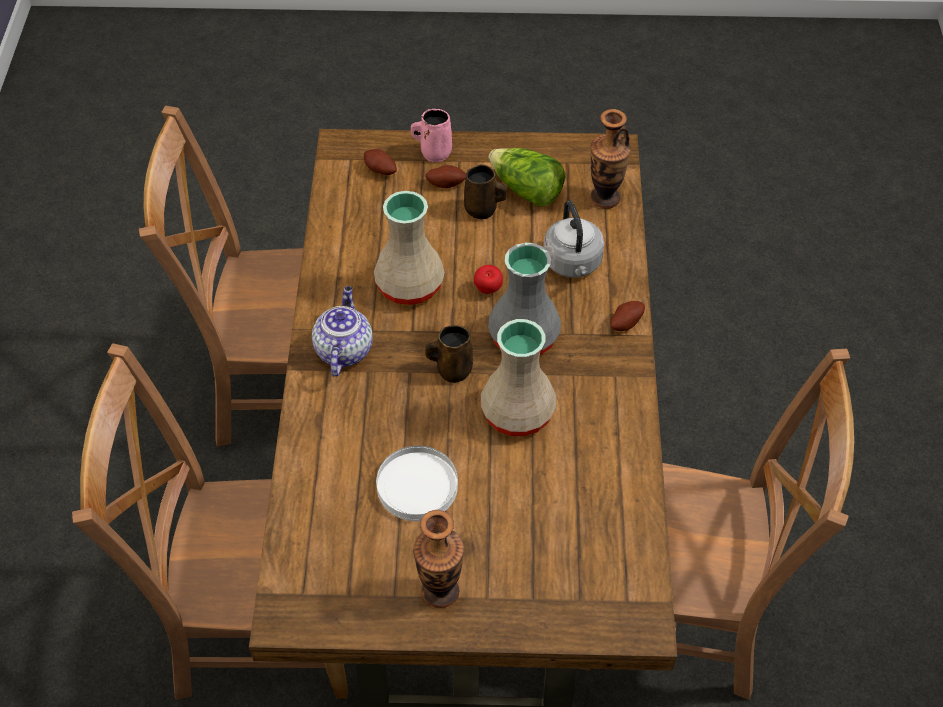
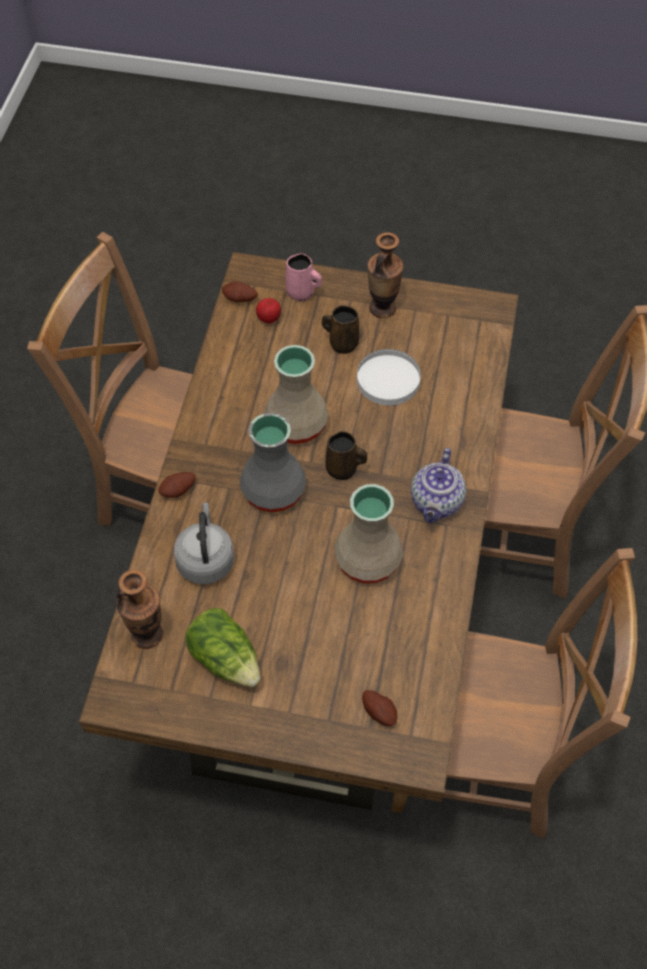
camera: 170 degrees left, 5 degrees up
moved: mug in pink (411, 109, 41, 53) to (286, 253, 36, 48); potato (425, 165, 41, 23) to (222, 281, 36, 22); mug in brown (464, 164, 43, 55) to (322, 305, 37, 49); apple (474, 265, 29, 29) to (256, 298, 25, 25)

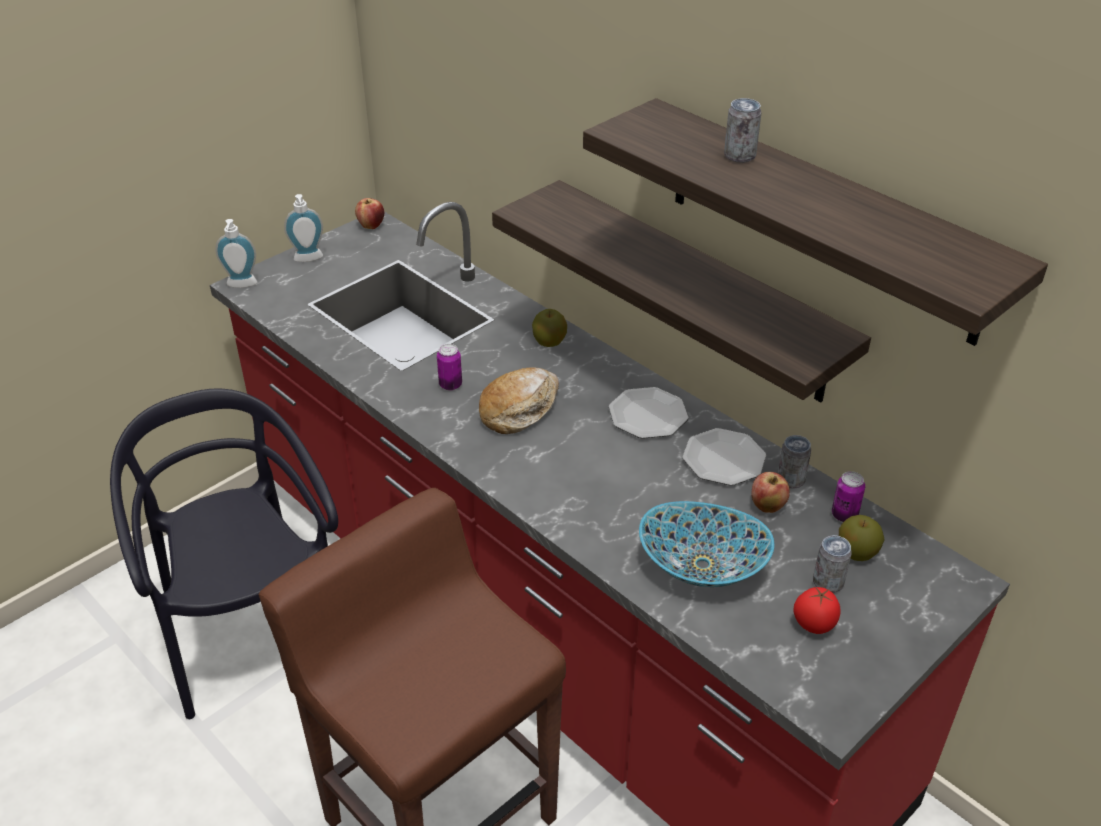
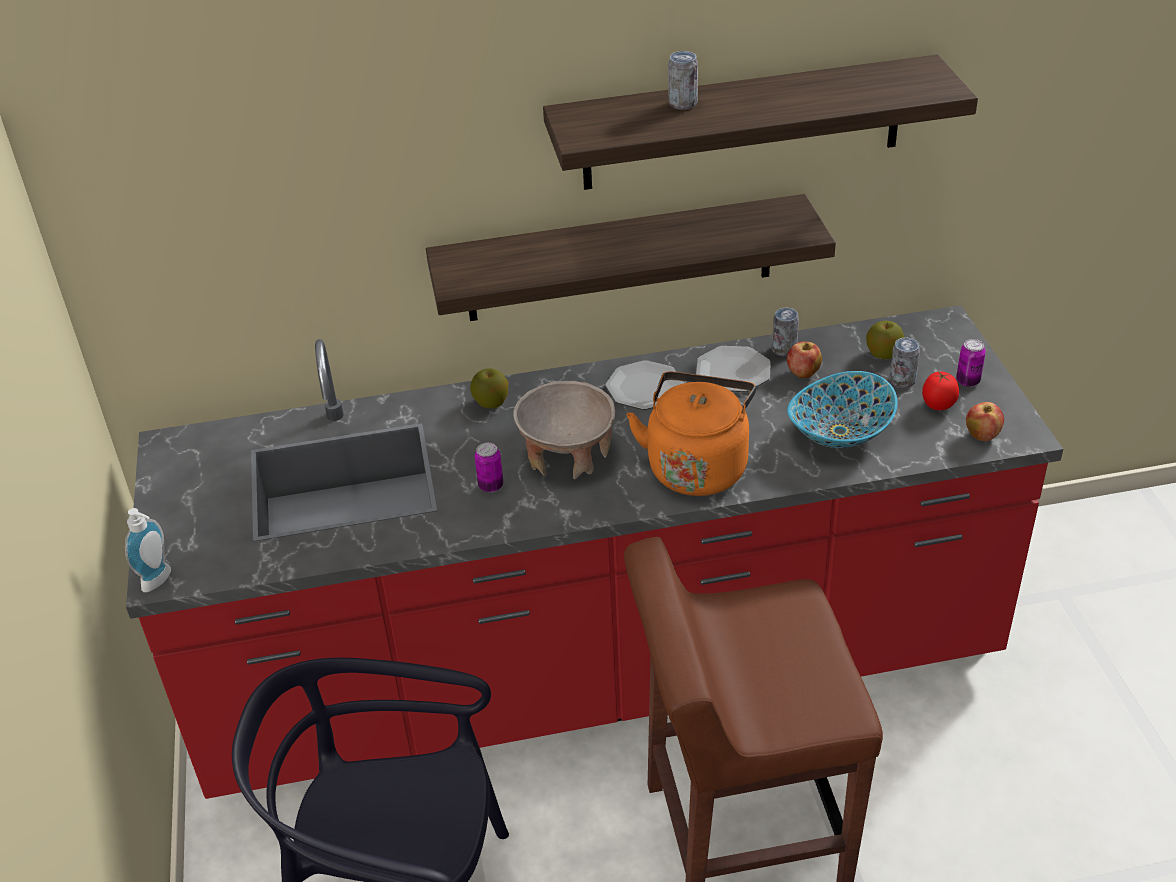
camera: 55 degrees left, 0 degrees up
removed: soap dispenser (284, 194, 39, 68)
added: kettle in orange (627, 372, 129, 124)
moved: apple (355, 198, 29, 31) to (966, 402, 38, 39); can (832, 471, 33, 51) to (956, 339, 30, 48)
replaced: bread (479, 367, 80, 67) to bowl in beige (513, 381, 102, 99)

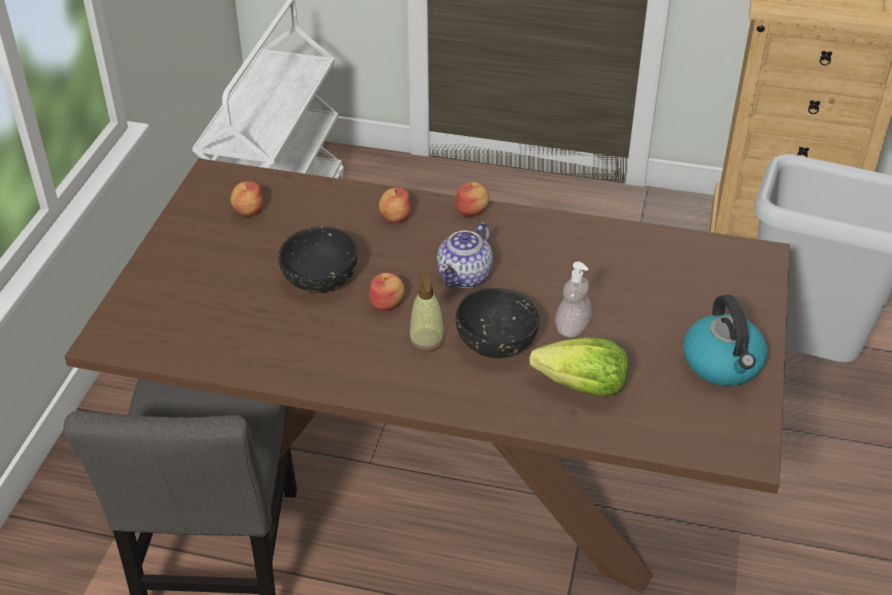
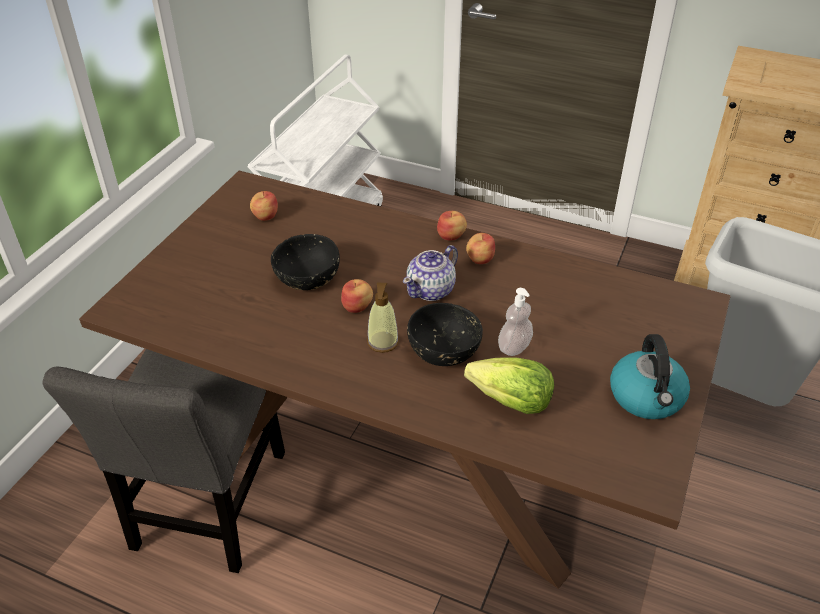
camera: 10 degrees right, 0 degrees up
moved: apple (379, 188, 32, 35) to (466, 233, 29, 31)

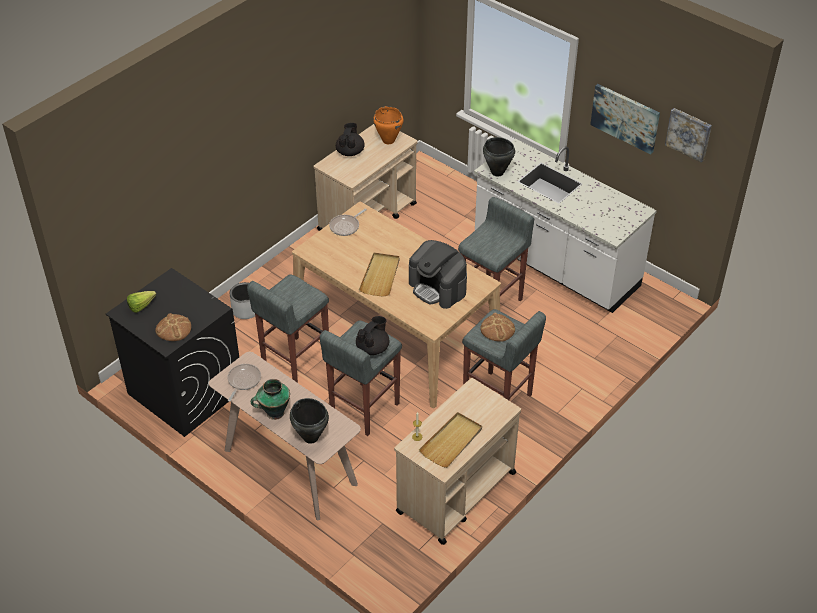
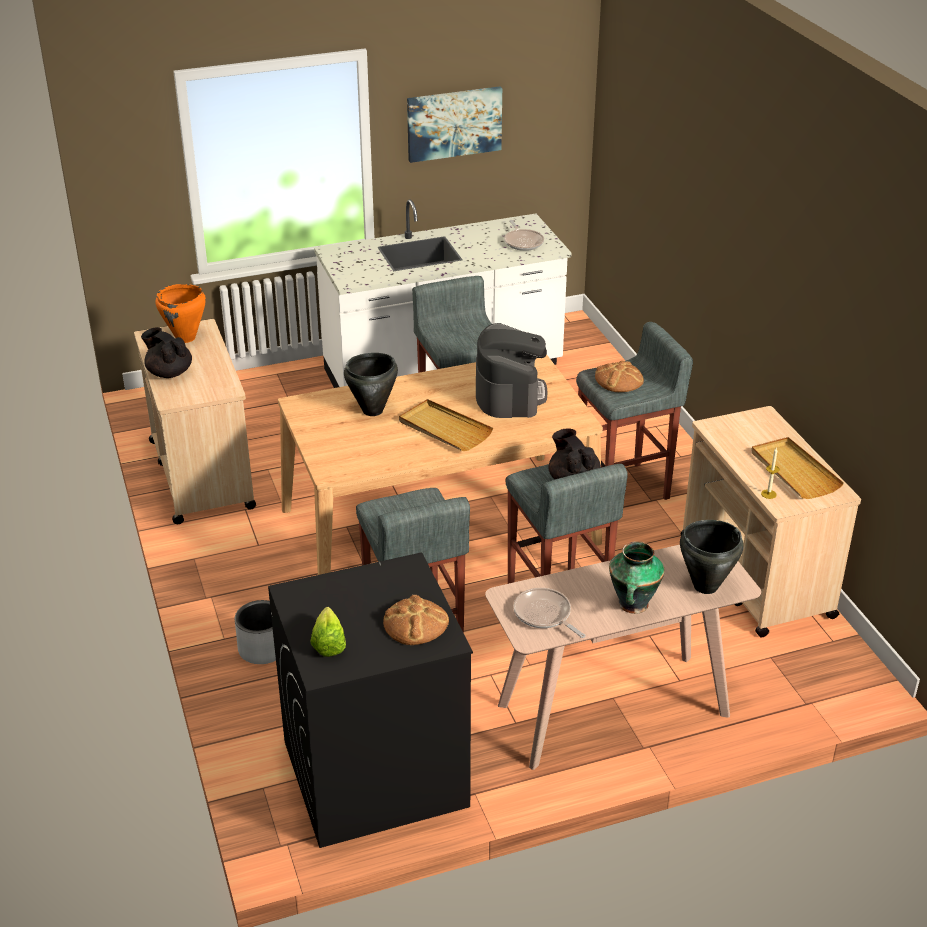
camera: 60 degrees left, 10 degrees down
removed: picture (665, 108, 47, 55)
moved: frying pan (329, 209, 38, 27) to (504, 220, 40, 31); cooking pot in black (483, 137, 32, 39) to (344, 353, 54, 63)
turned: coffee machine (409, 240, 58, 69) = (476, 323, 71, 95) 75 degrees counterclockwise

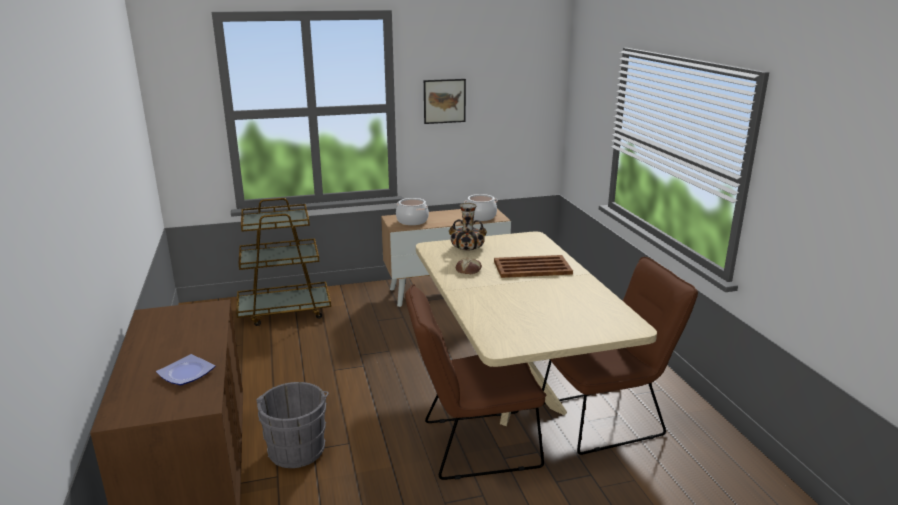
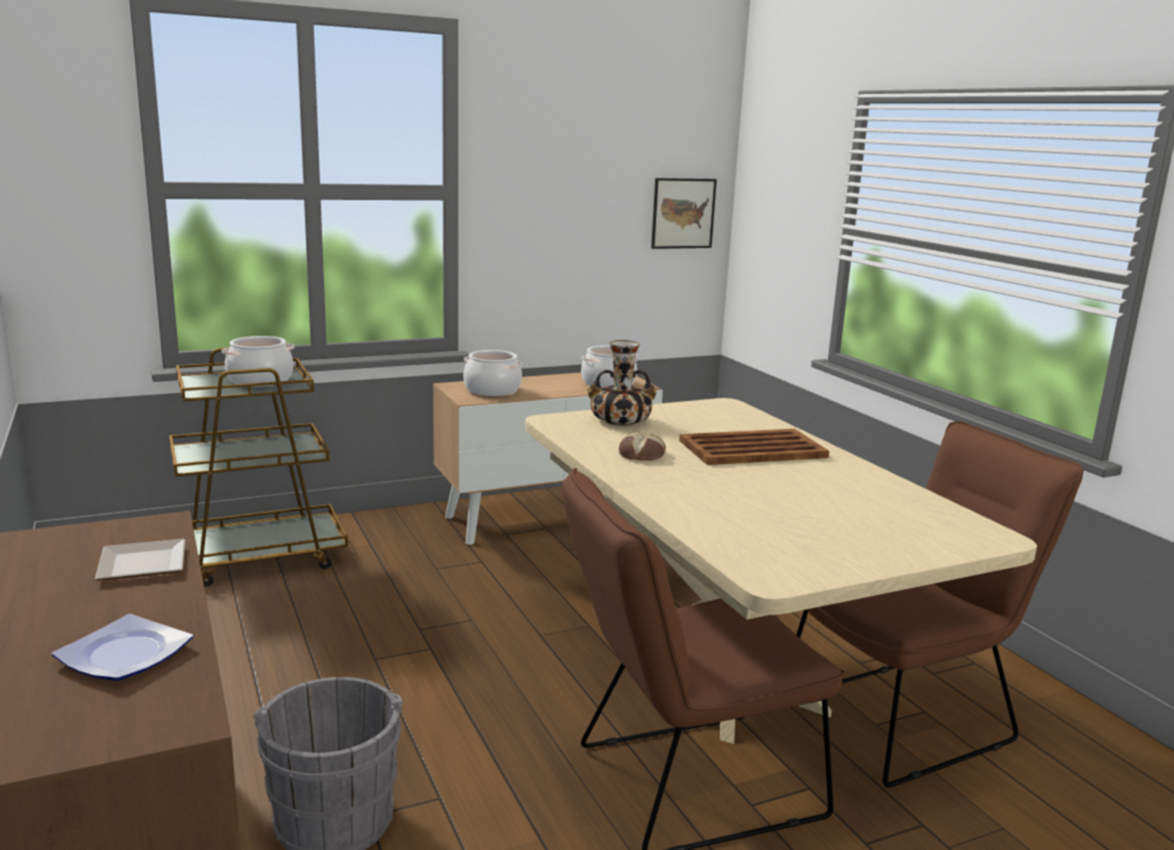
camera: 10 degrees left, 5 degrees down
added: plate (95, 539, 90, 41); cooking pot (222, 336, 72, 51)
moved: picture (424, 79, 42, 45) to (651, 178, 66, 71)

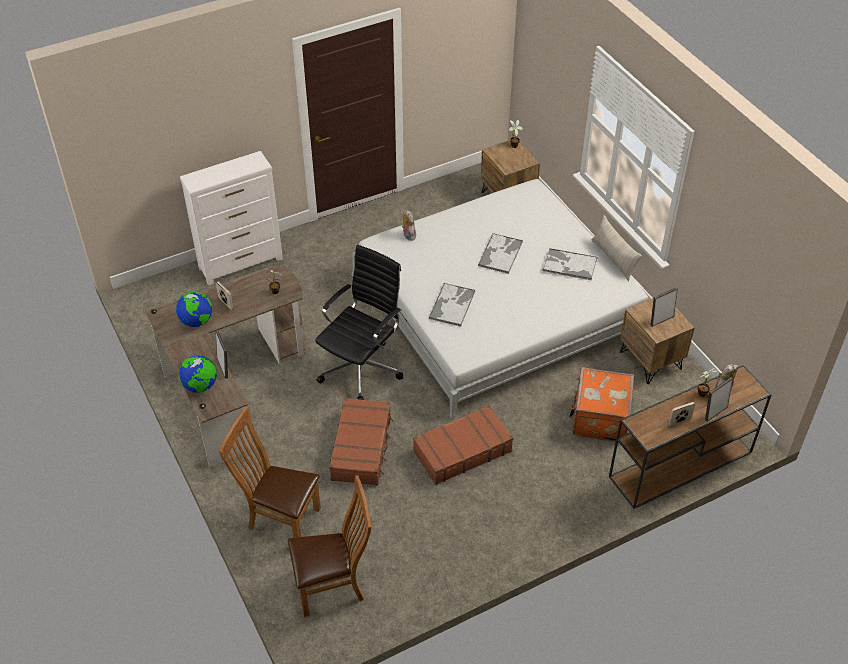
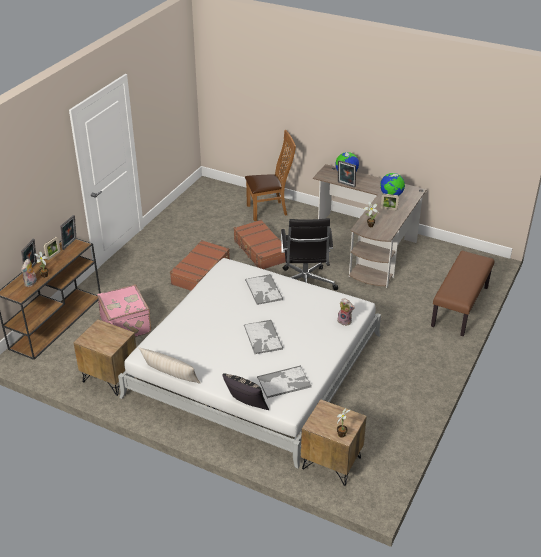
camera: 145 degrees right, 10 degrees down
removed: chair in brown (288, 475, 83, 142)
added: pillow in black (222, 373, 47, 37)
moved: tray (542, 248, 56, 32) to (257, 365, 55, 33); picture frame (651, 288, 27, 39) to (60, 215, 16, 35)
replaced: dresser in white (180, 151, 103, 134) to bench in brown (431, 251, 63, 85)
recoloured: suitcase in orange (569, 367, 65, 75) to suitcase in pink (97, 284, 54, 53)

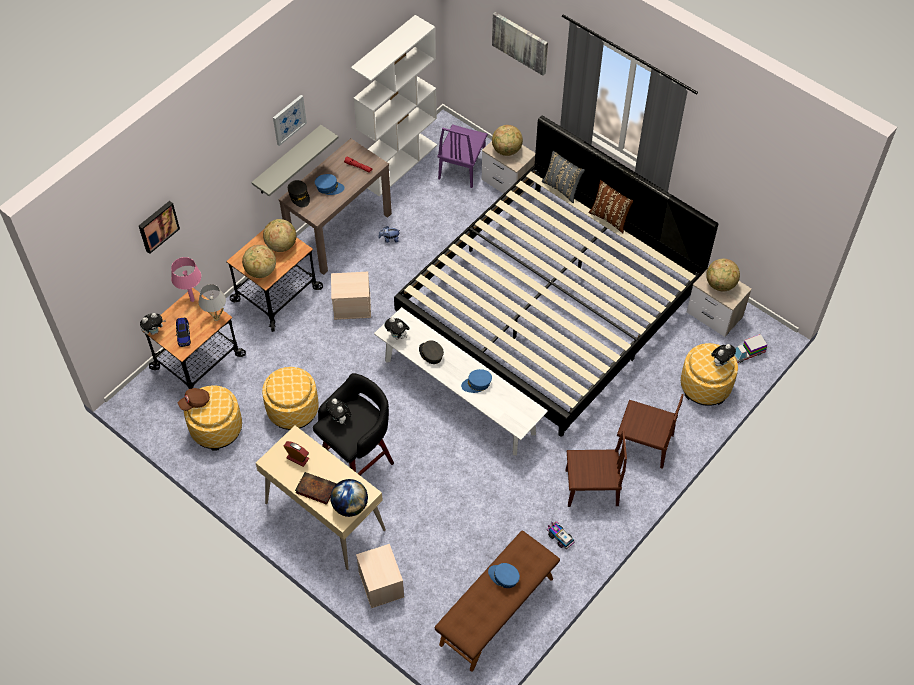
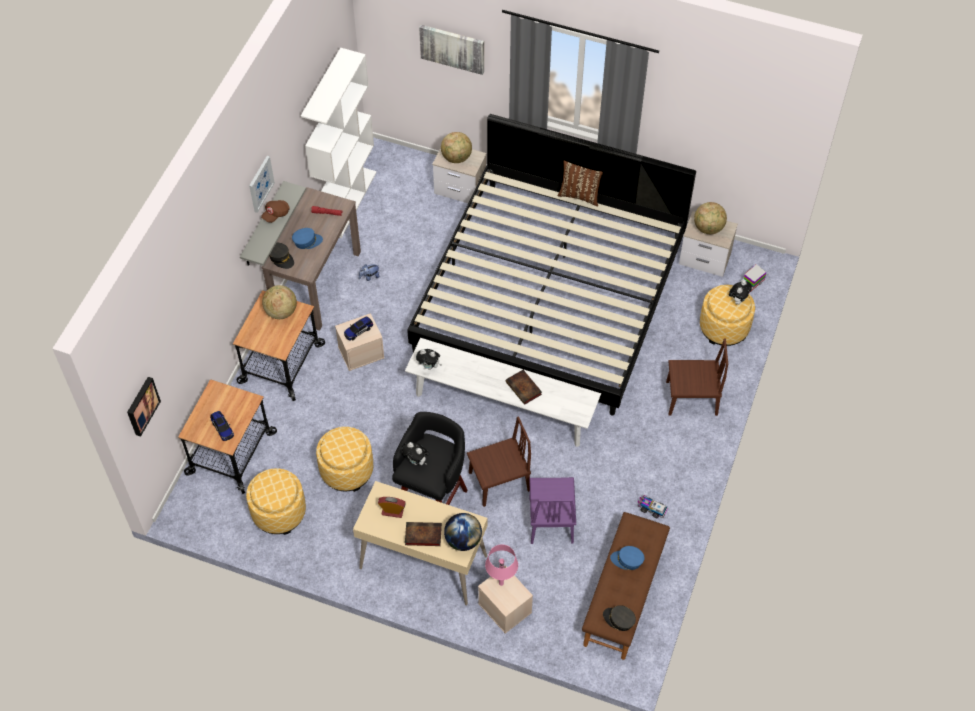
camera: 20 degrees left, 0 degrees up
removed: plush toy (140, 313, 26, 22); table lamp in white (199, 284, 27, 37); globe (242, 245, 34, 33); pillow in grey (542, 151, 43, 52)
added: toy car (344, 316, 29, 25)
moved: picture (139, 201, 41, 53) to (127, 377, 34, 60); table lamp in pink (171, 257, 30, 45) to (485, 544, 33, 42); cap in brown (178, 388, 32, 23) to (261, 200, 29, 23); cap in grey (419, 340, 25, 24) to (603, 605, 33, 26); chair in purple (437, 124, 51, 64) to (529, 477, 47, 67); chair in brown (565, 430, 62, 77) to (467, 416, 64, 91)
replaced: cap in blue (461, 369, 31, 24) to book (505, 370, 37, 35)

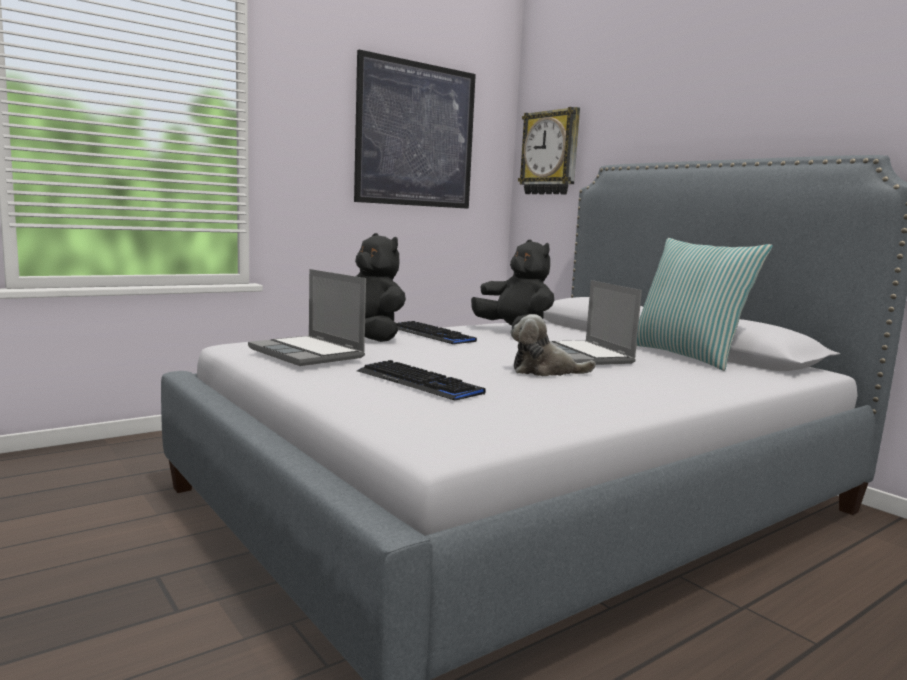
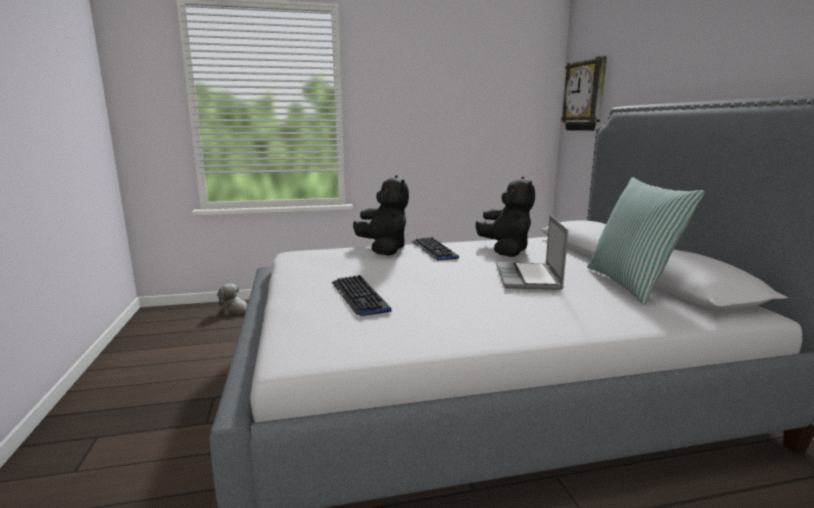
camera: 25 degrees right, 5 degrees up
removed: laptop (248, 269, 118, 97); picture (354, 49, 122, 160)
moved: plush toy (510, 314, 86, 62) to (217, 284, 30, 31)

